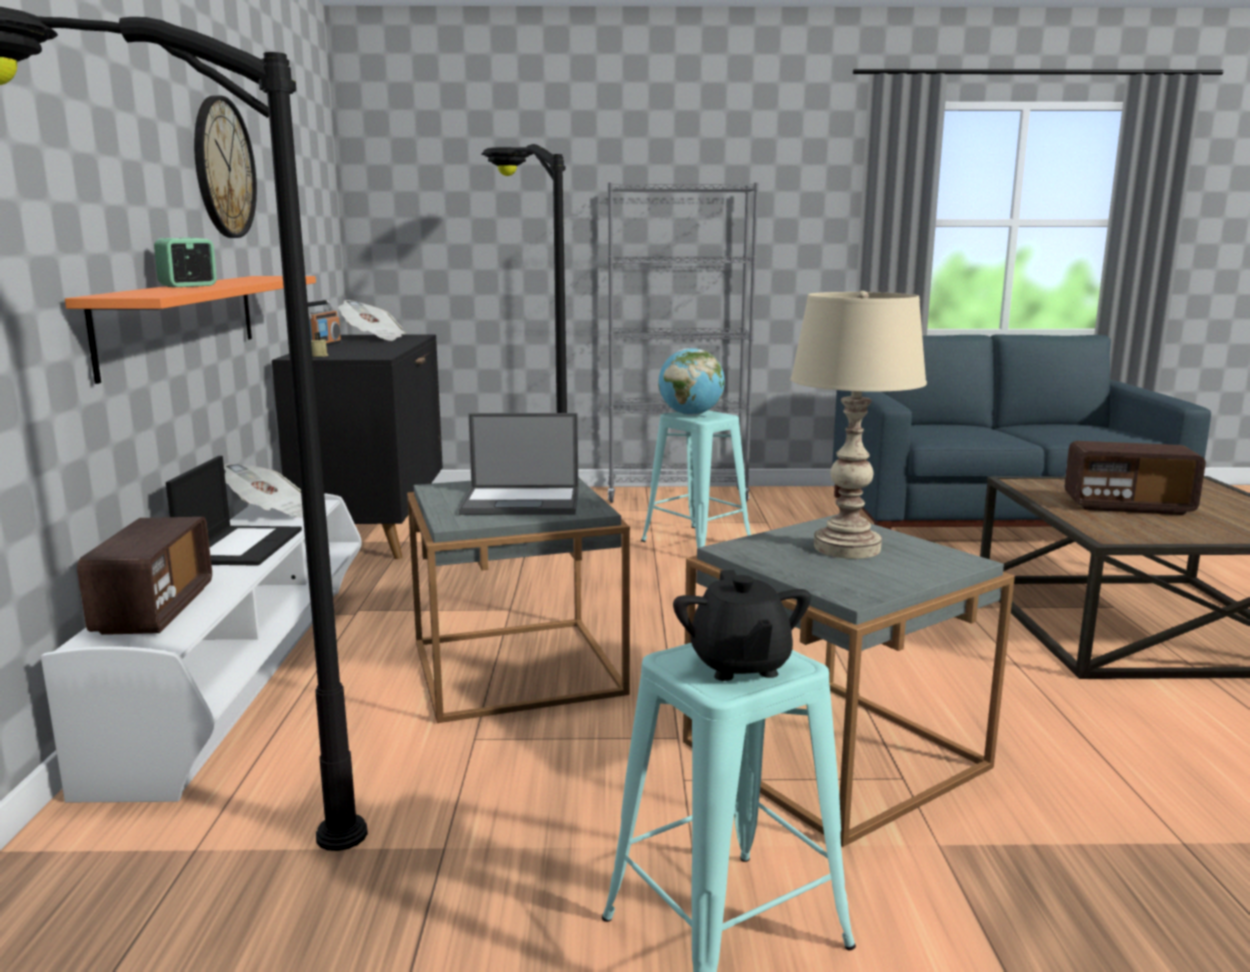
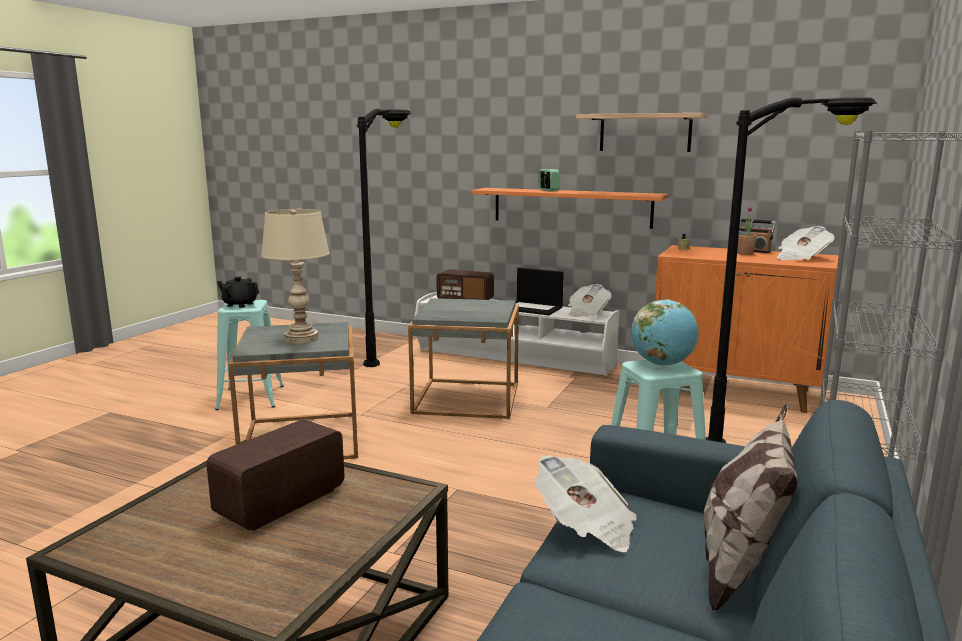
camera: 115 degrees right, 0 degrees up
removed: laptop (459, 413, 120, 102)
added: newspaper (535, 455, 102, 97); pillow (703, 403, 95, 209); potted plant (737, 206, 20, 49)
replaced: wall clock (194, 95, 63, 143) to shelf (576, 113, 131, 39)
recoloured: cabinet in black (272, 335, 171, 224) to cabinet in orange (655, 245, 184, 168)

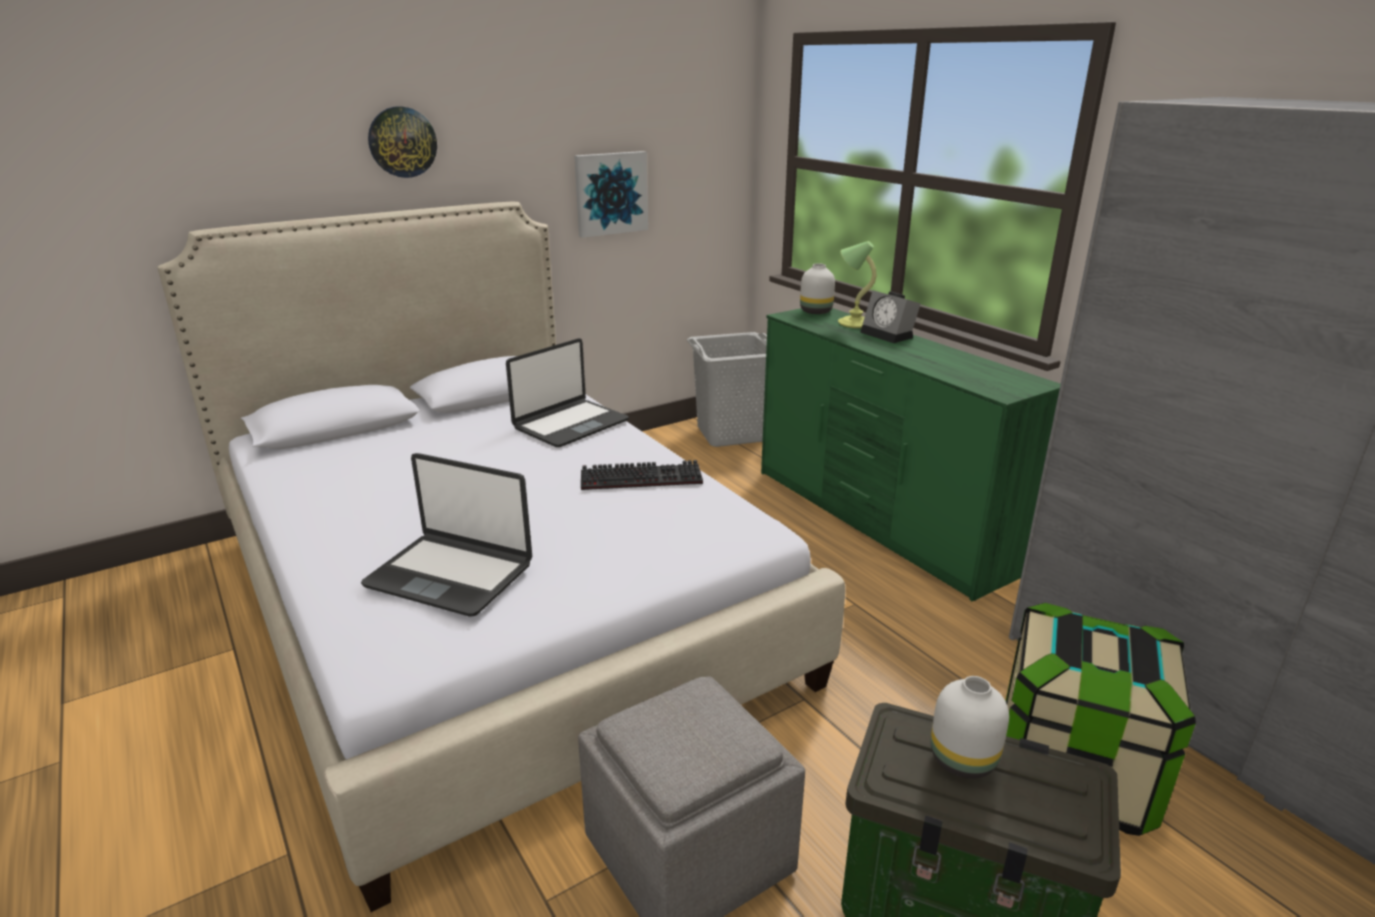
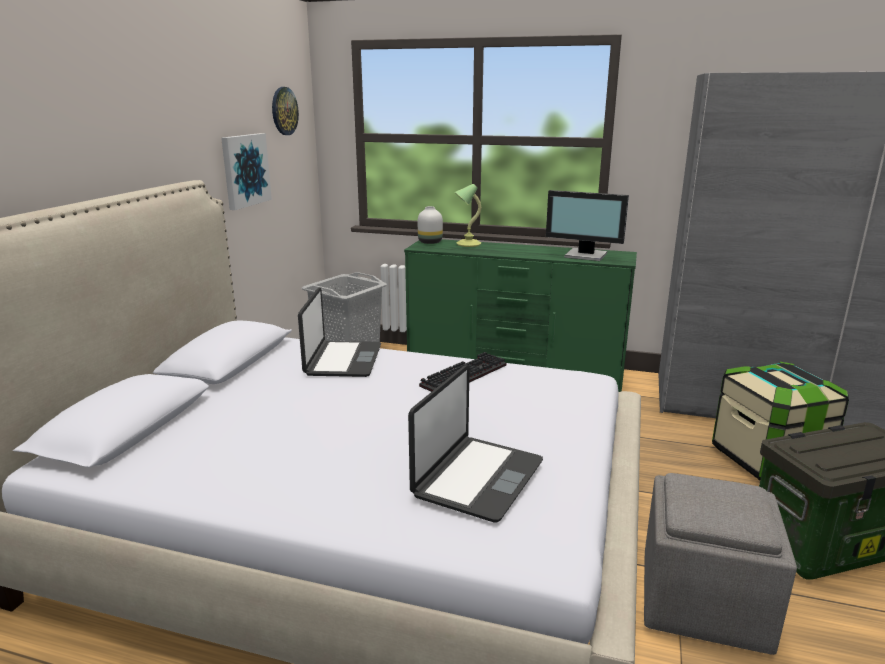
camera: 40 degrees left, 5 degrees down
removed: alarm clock (860, 290, 61, 53); vase in white (931, 676, 78, 103)
added: monitor (546, 190, 83, 71)
moved: wall clock (368, 106, 69, 72) to (272, 87, 27, 48)
turned: laptop (361, 453, 171, 164) = (408, 365, 135, 157) 45 degrees counterclockwise

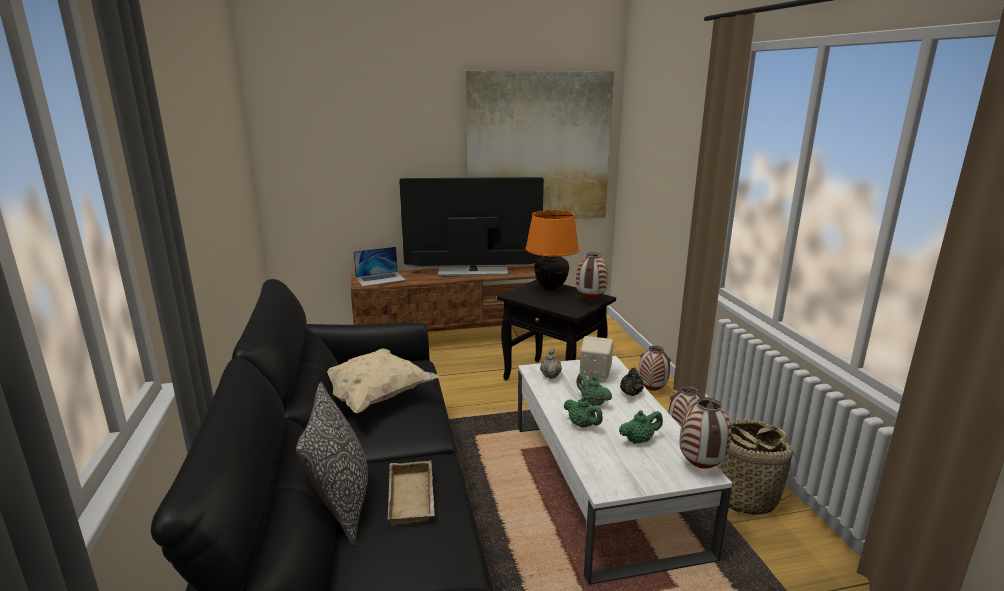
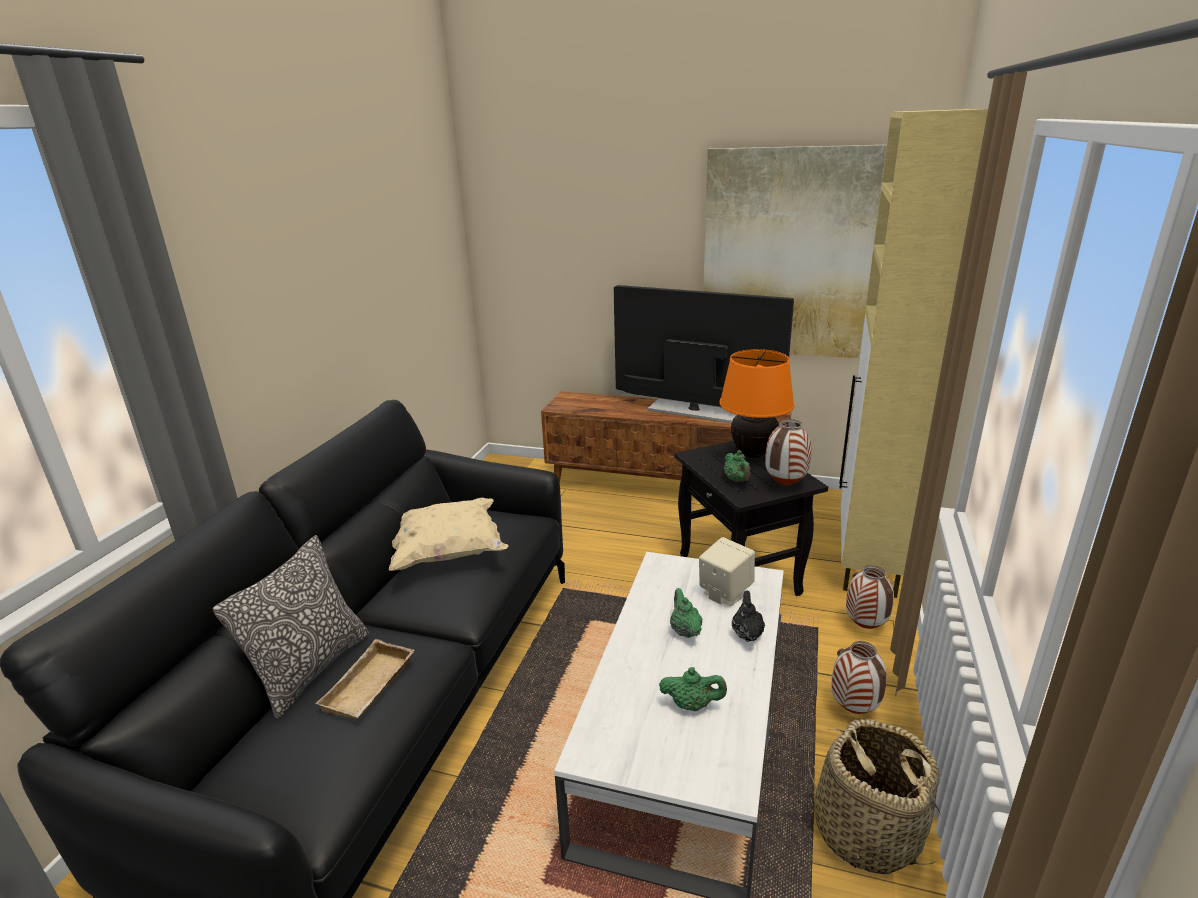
camera: 30 degrees right, 5 degrees up
removed: laptop (353, 247, 52, 39); teapot in beige (540, 347, 22, 32); vase (680, 397, 51, 72)
added: cabinet in beige (839, 109, 149, 489)
moved: teapot in green (564, 396, 39, 32) to (724, 450, 26, 32)
turned: teapot in black (620, 367, 24, 29) = (732, 591, 33, 51) 135 degrees clockwise

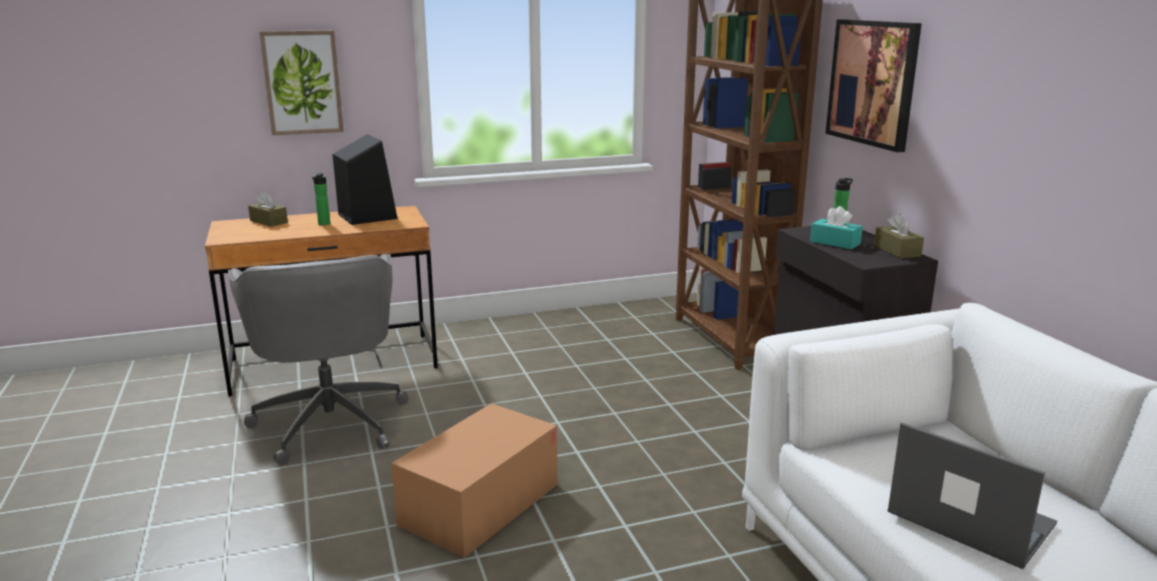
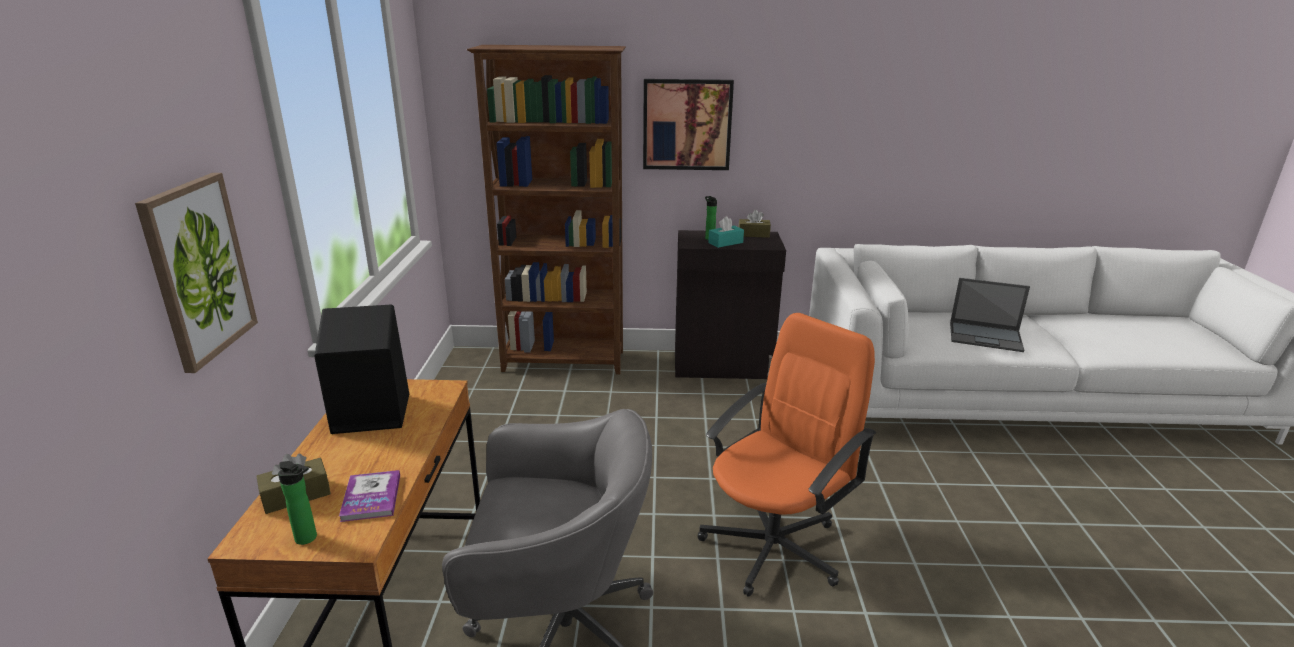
camera: 70 degrees left, 5 degrees up
added: book (339, 470, 61, 52)
moved: bottle (312, 173, 18, 52) to (278, 461, 39, 84)
replaced: cardboard box (391, 403, 167, 155) to office chair in orange (697, 313, 179, 284)
turned: laptop (888, 423, 169, 146) = (950, 278, 80, 74) 135 degrees counterclockwise

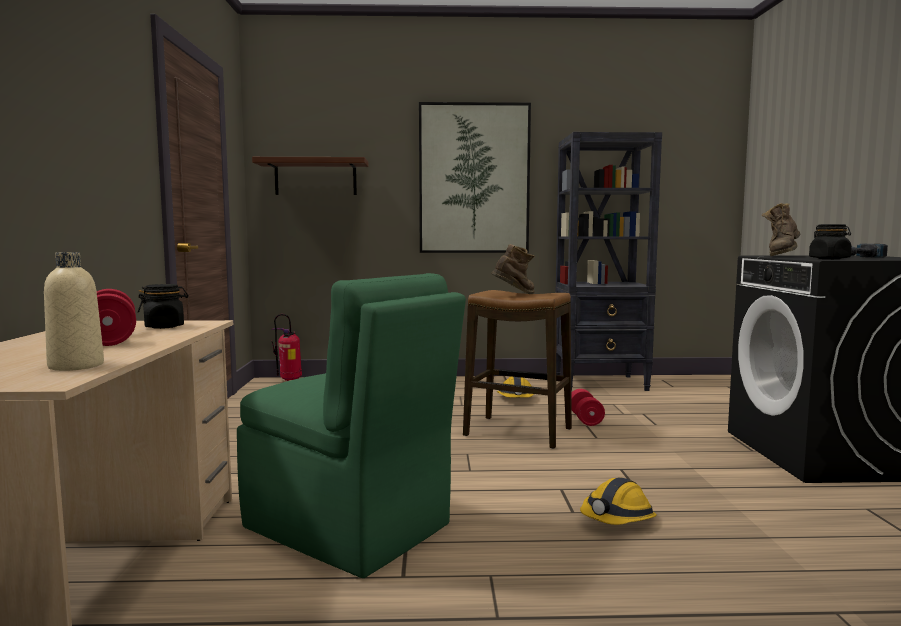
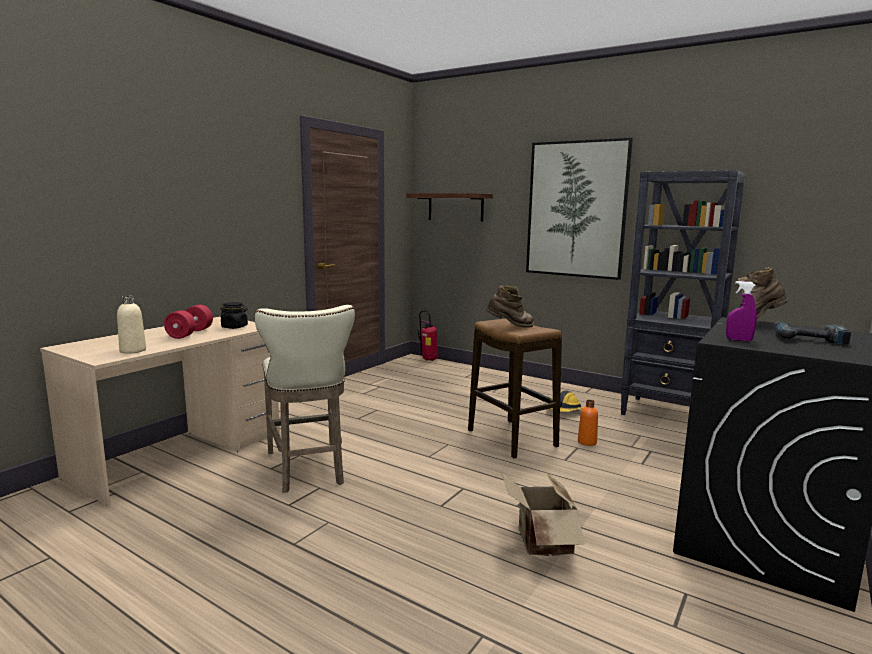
camera: 35 degrees right, 5 degrees up
removed: hard hat (580, 477, 77, 48)
added: cardboard box (501, 473, 84, 83)
replaced: chair in green (237, 273, 229, 305) to stool in beige (254, 305, 101, 188); dumbbell in red (571, 389, 34, 37) to bottle in orange (578, 400, 20, 46); jar in black (809, 224, 43, 35) to spray bottle in purple (726, 281, 31, 60)

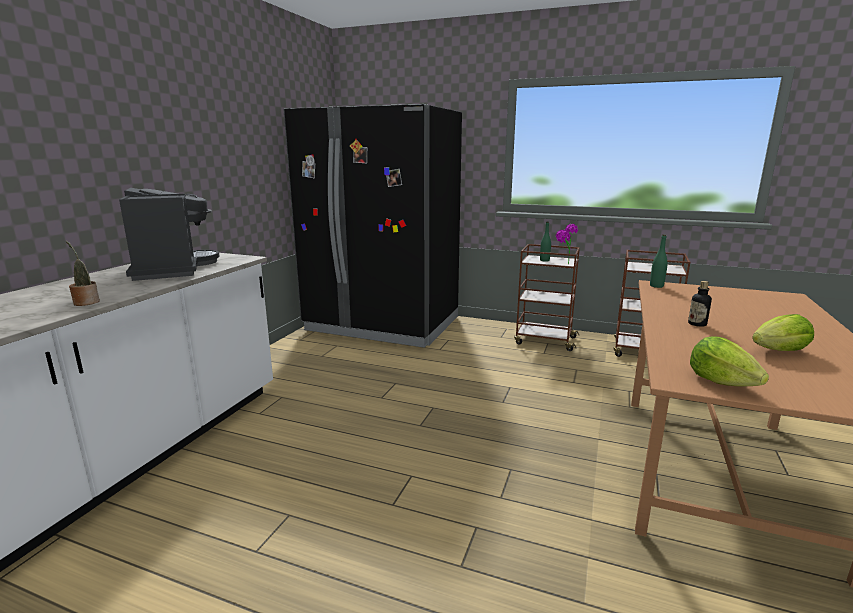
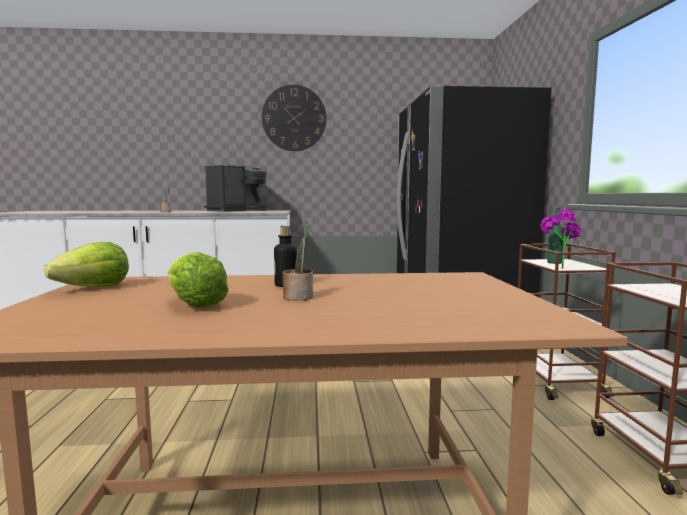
camera: 65 degrees right, 10 degrees down
removed: bottle in green (650, 234, 18, 54)
added: wall clock (262, 85, 64, 66); potted plant (282, 213, 31, 88)

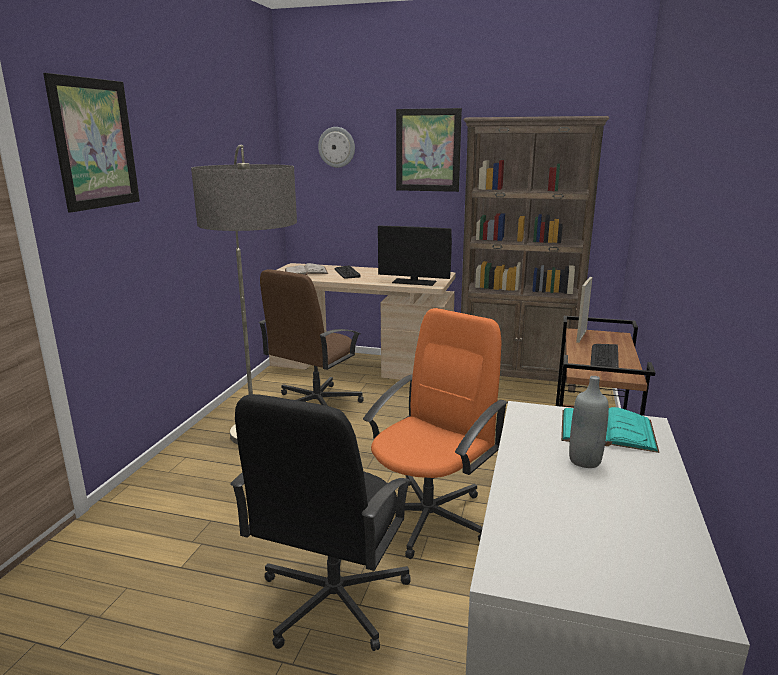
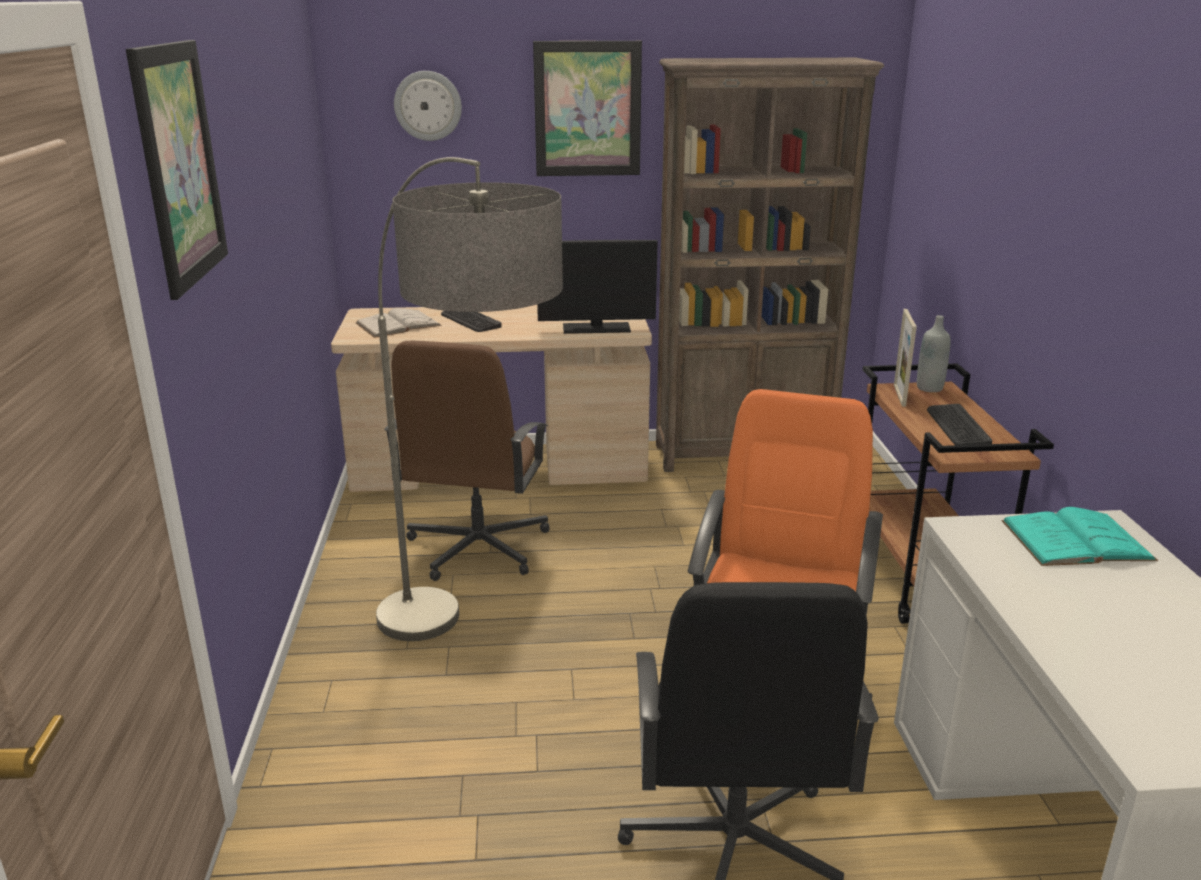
camera: 20 degrees left, 5 degrees up
moved: bottle in grey (569, 376, 40, 92) to (917, 315, 34, 77)

